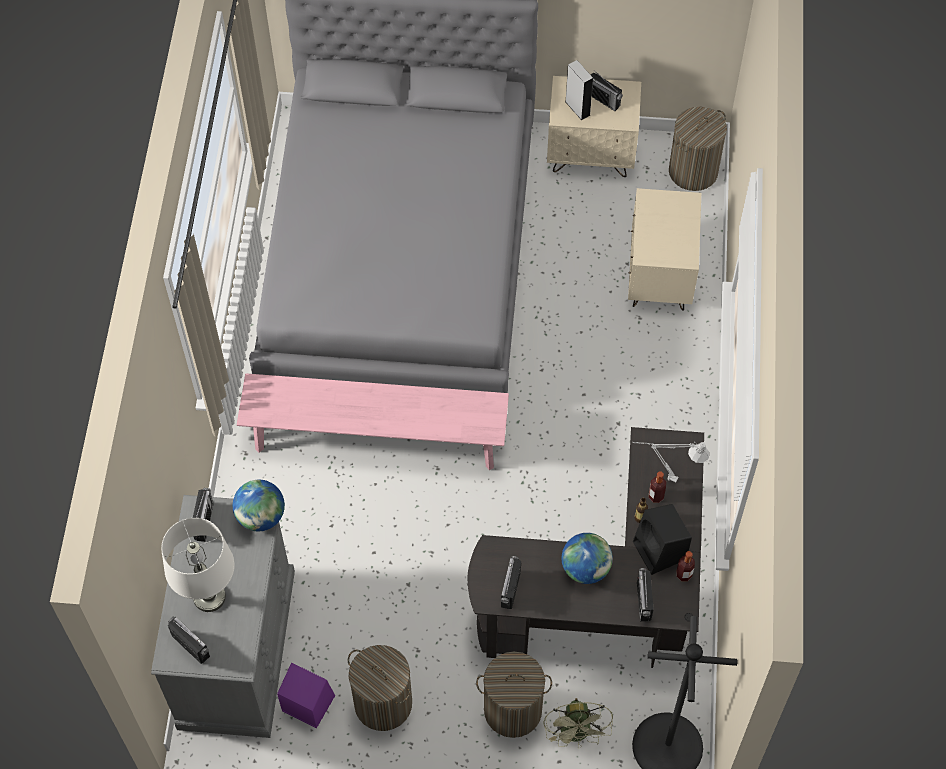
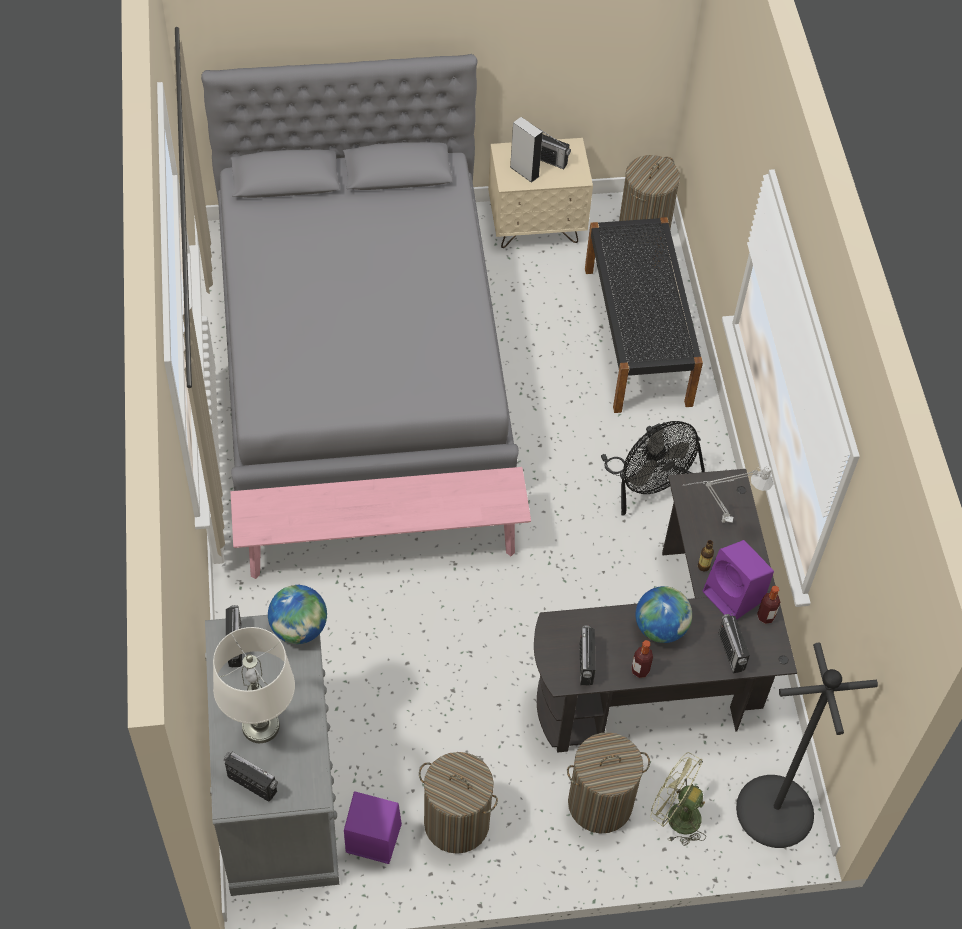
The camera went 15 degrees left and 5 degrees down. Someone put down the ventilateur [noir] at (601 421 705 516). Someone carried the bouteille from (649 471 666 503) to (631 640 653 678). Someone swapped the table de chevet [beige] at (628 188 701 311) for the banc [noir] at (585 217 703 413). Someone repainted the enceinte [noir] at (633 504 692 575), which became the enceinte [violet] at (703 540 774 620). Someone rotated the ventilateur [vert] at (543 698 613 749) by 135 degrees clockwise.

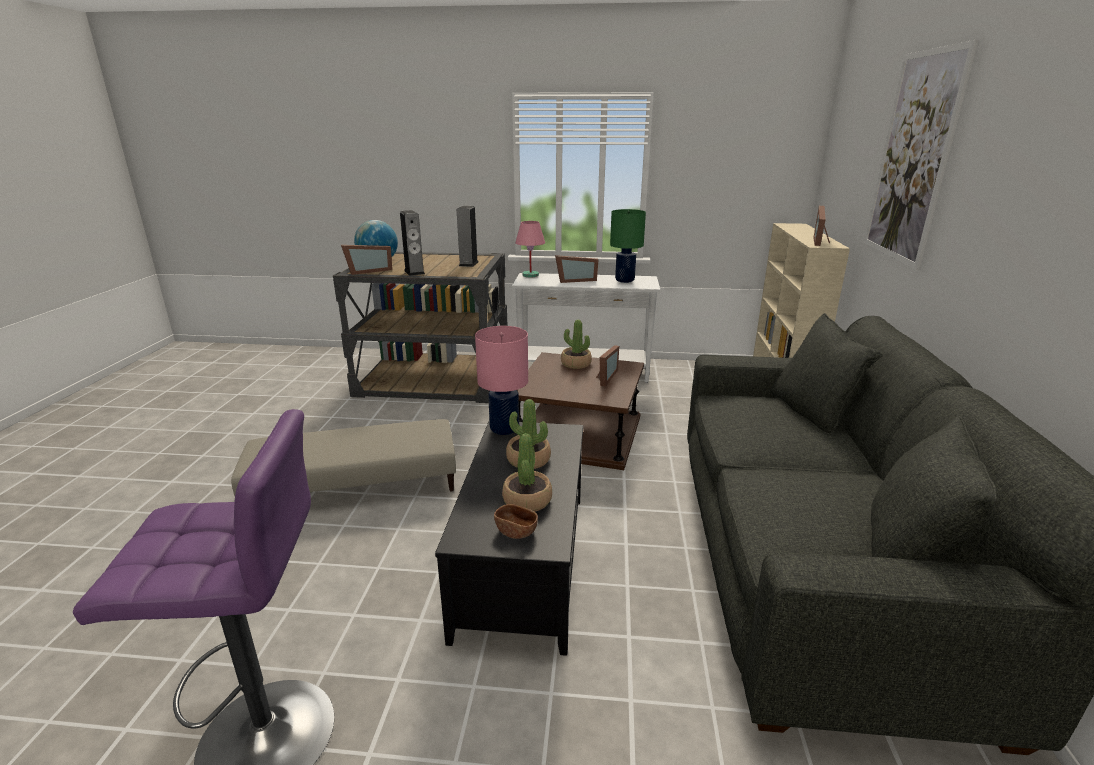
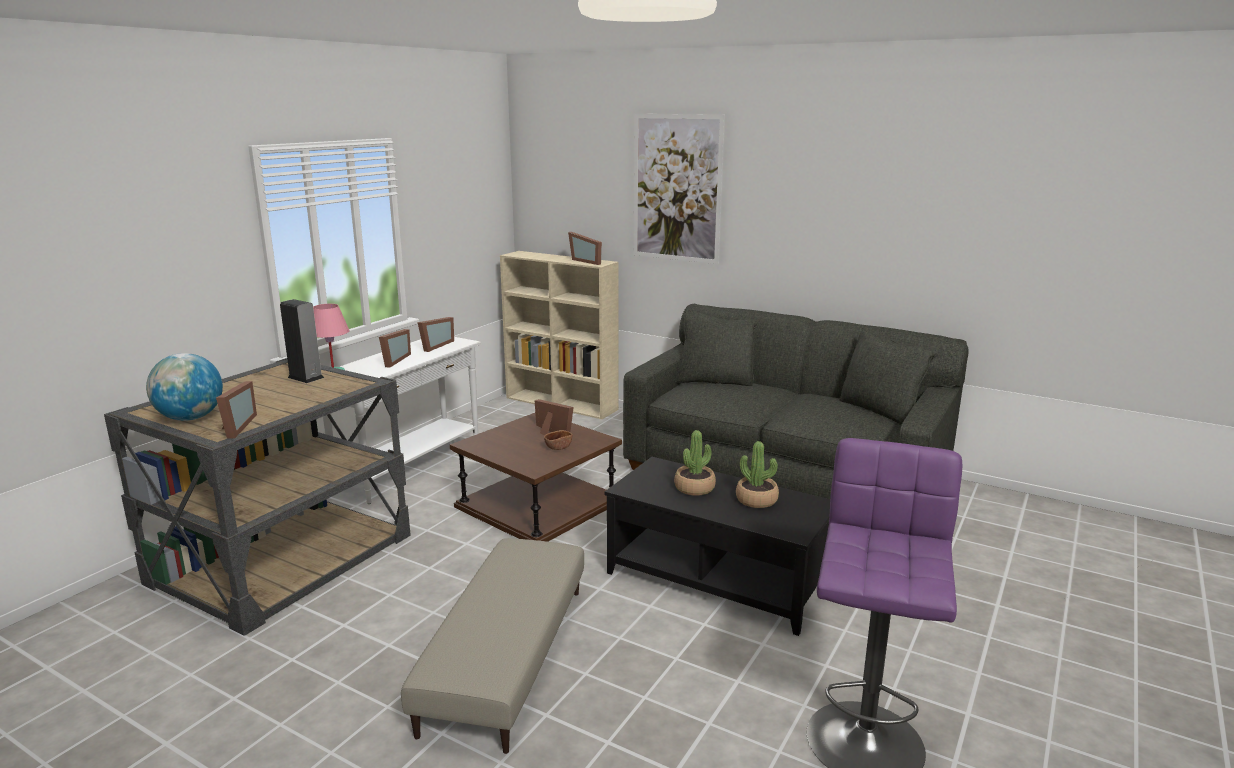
The camera went 65 degrees left and 5 degrees down. Someone took away the enceinte at (400 210 425 276). Someone took away the lampe de table [rose] at (475 326 528 435). Someone took away the plante en pot at (561 320 592 369). Someone carried the bol [marron] from (494 504 538 539) to (544 430 573 450). Someone swapped the lampe de table [vert] at (610 209 646 283) for the cadre photo at (418 317 454 352).

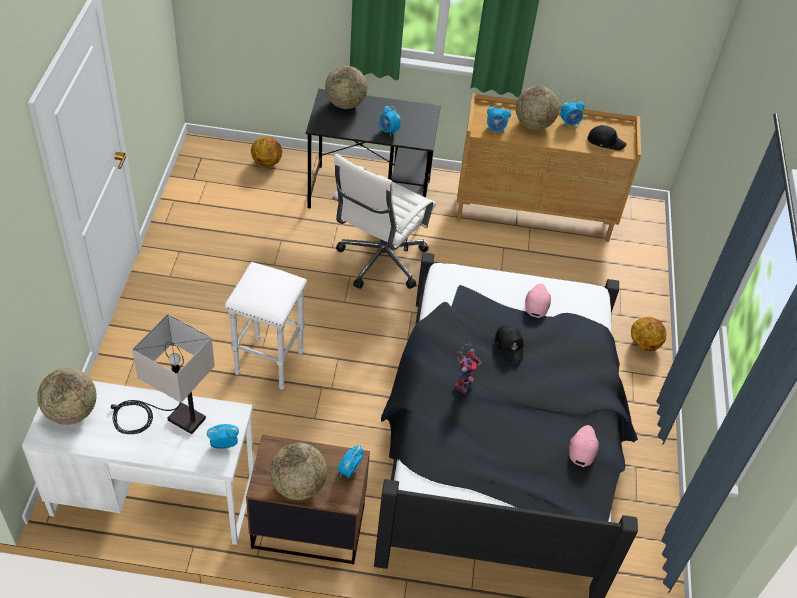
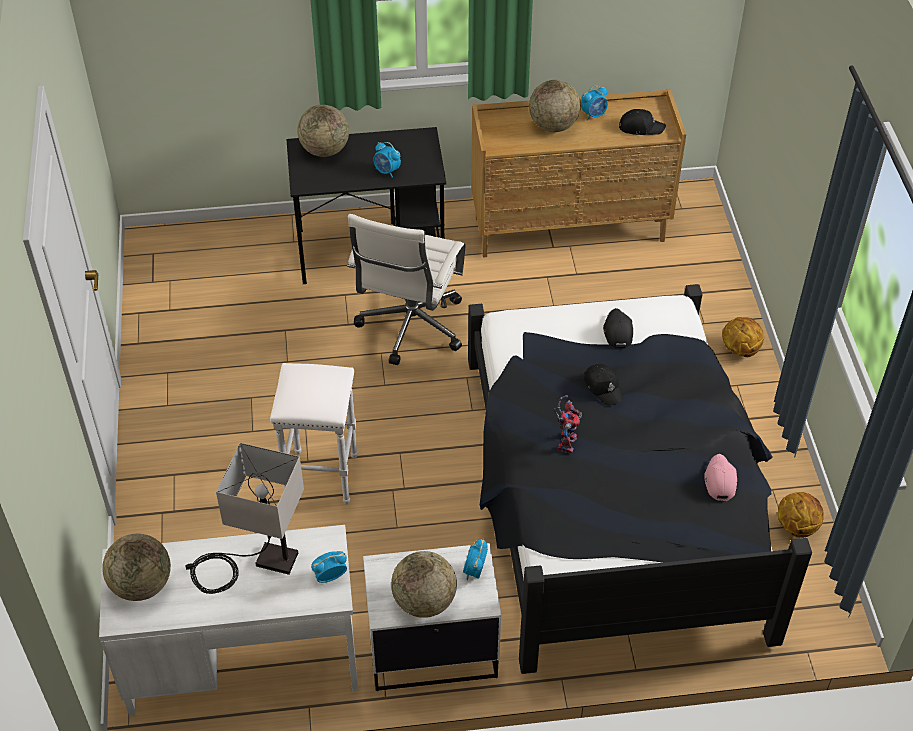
The camera went 10 degrees left and 0 degrees up. Someone took away the réveil at (487 104 511 133). Someone carried the ballon de basket from (251 136 282 167) to (778 492 824 538). Someone repainted the table de chevet [marron] at (246 435 370 564), which became the table de chevet [blanc] at (363 543 501 691). Someone repainted the casquette [rose] at (525 283 551 318), which became the casquette [noir] at (603 308 633 348).

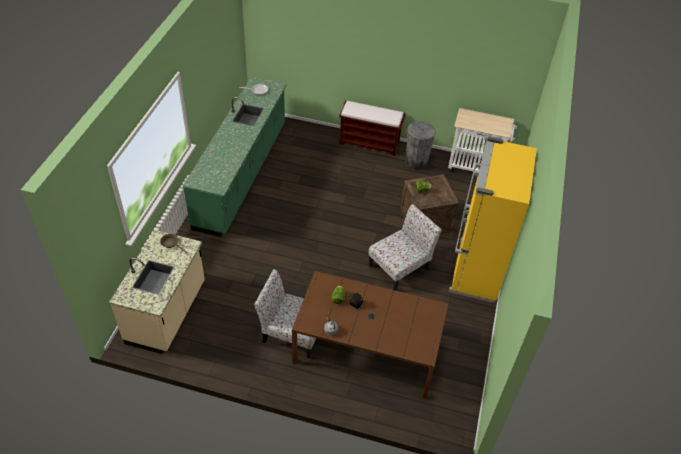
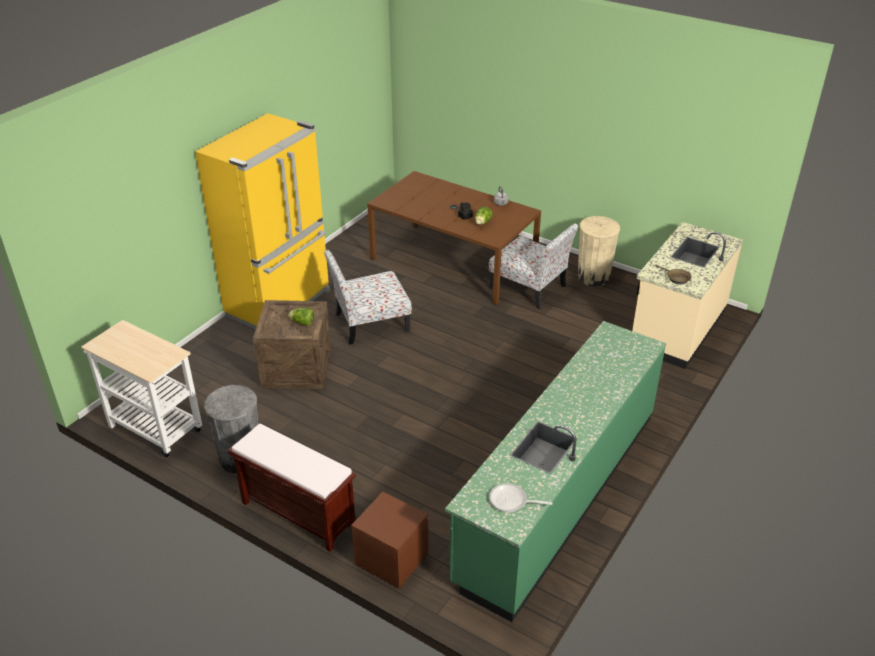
The camera went 160 degrees left and 10 degrees down. Someone put down the table de chevet [marron] at (351 492 428 588). Someone put down the poubelle [beige] at (577 216 620 287).

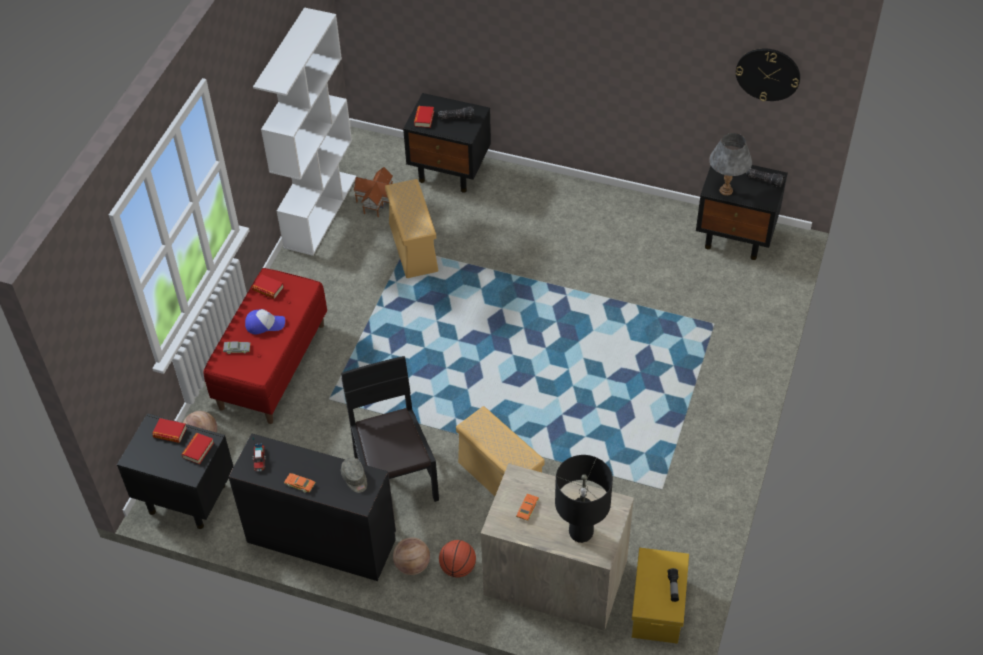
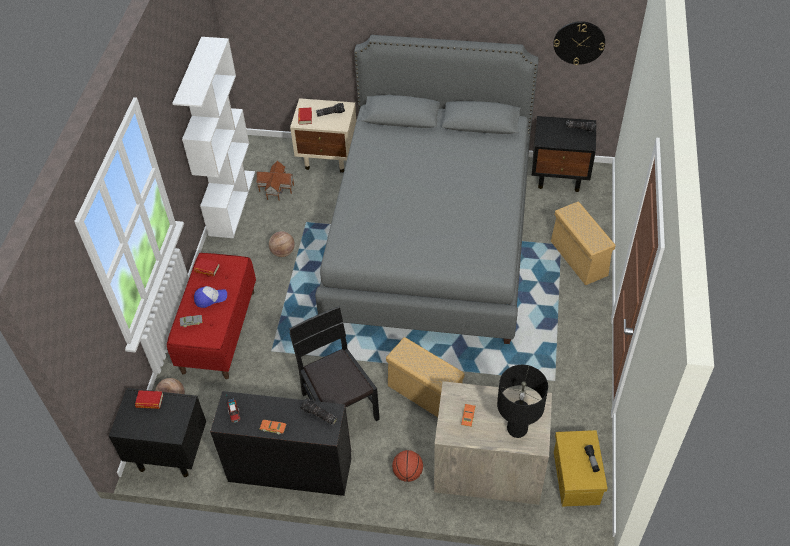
The camera went 10 degrees left and 0 degrees up. Someone took away the livre at (181 433 214 465). Someone took away the lampe de table [gris] at (709 133 752 196). Someone put down the lit [gris] at (315 35 539 344). Someone carried the boîte de rangement [beige] from (385 179 439 278) to (551 202 616 285). Someone carried the ballon de basket from (393 537 430 575) to (269 231 295 257). Someone swapped the casquette [gris] at (341 458 367 493) for the lampe de poche at (301 398 337 425). Someone repainted the table de chevet [noir] at (403 93 491 193), which became the table de chevet [beige] at (290 98 356 173).

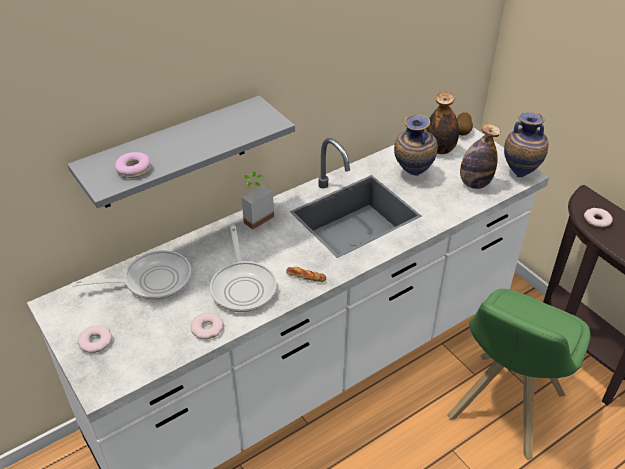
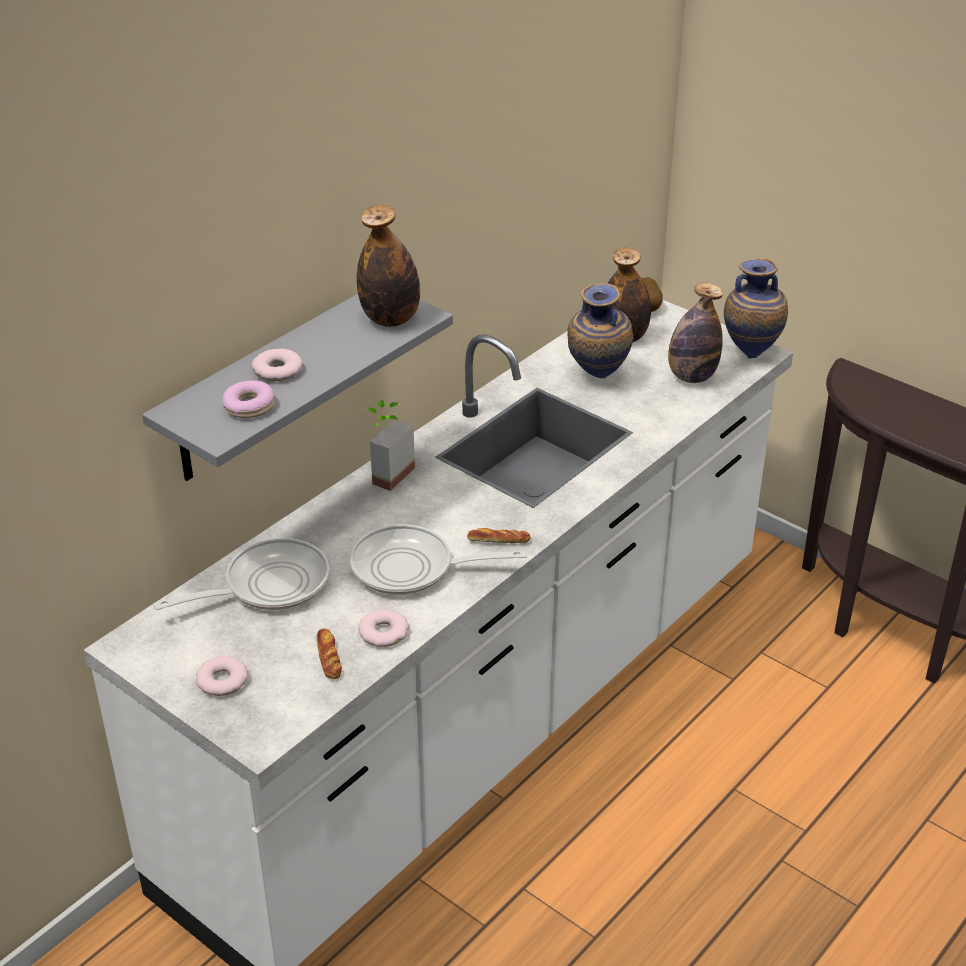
The camera went 15 degrees left and 5 degrees down. Someone took away the chaise [vert] at (448 289 591 460). Someone put down the pain at (316 628 342 679). Someone put down the bouteille at (357 205 420 327). Someone carried the beignet from (584 208 613 228) to (252 349 303 381). Someone rotated the poêle at (210 225 277 312) by 120 degrees clockwise.

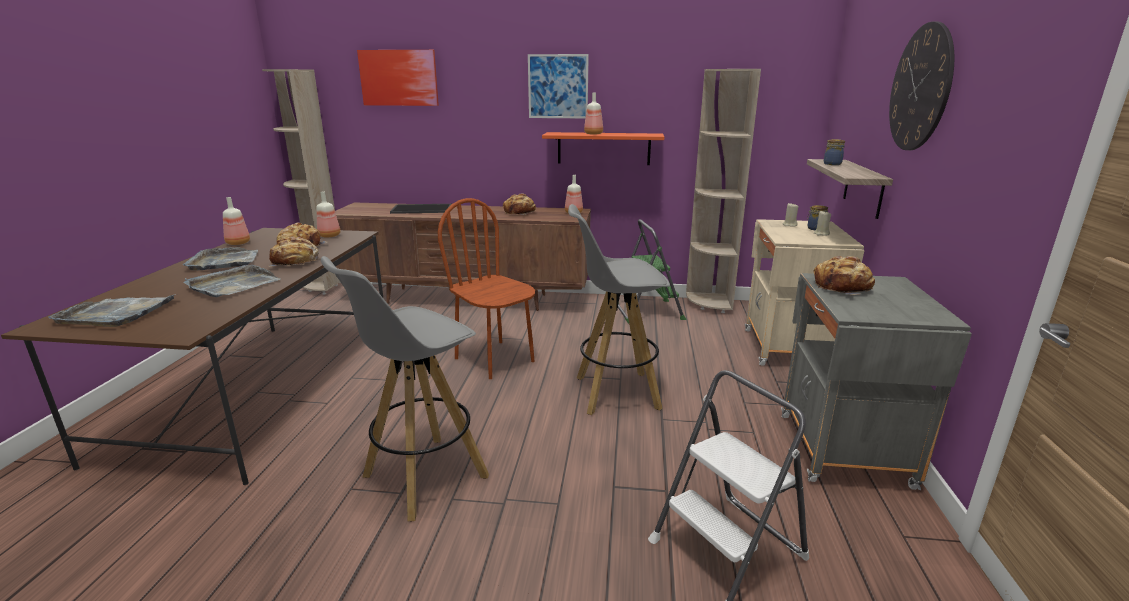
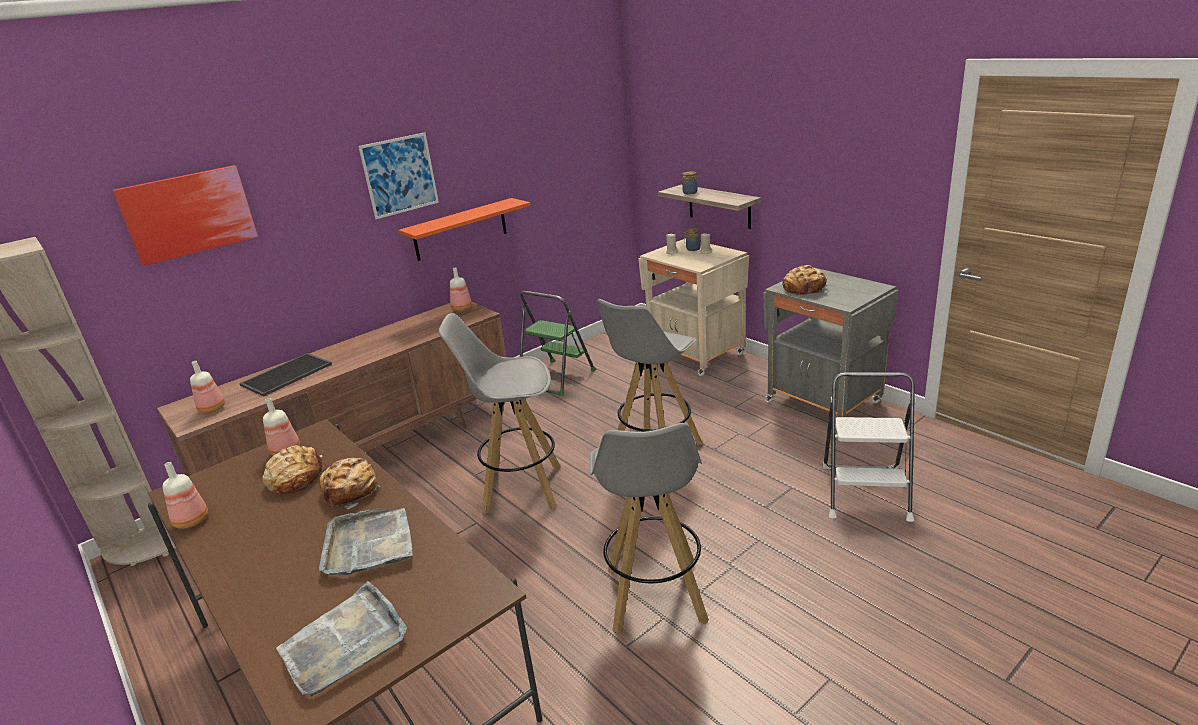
The camera went 45 degrees left and 5 degrees up. Someone took away the plateau [gris] at (183 247 258 270). Someone took away the pain at (503 193 536 215). Someone took away the bibliothèque [beige] at (686 69 761 313). Someone took away the horloge murale at (889 22 954 150). Someone carried the bouteille from (584 92 603 135) to (190 361 225 413). Someone swapped the chaise [marron] at (438 198 535 379) for the tabouret [gris] at (438 313 561 515).

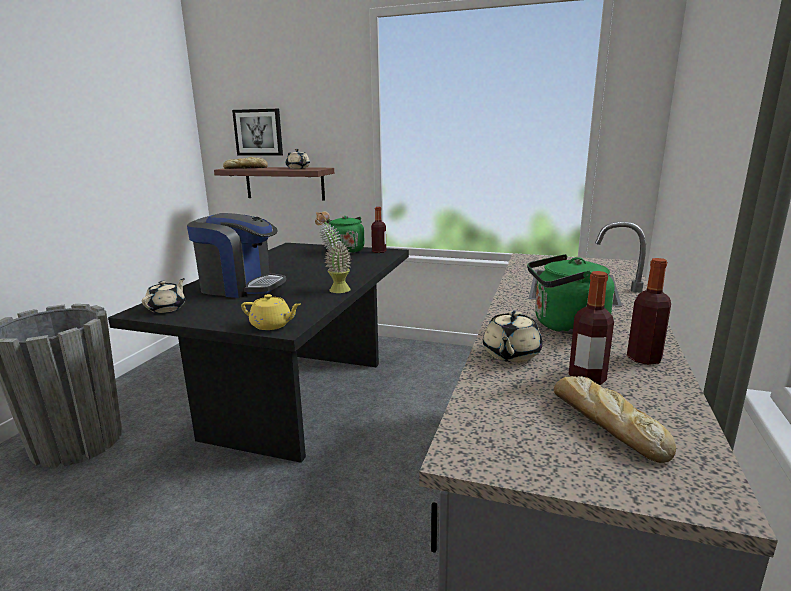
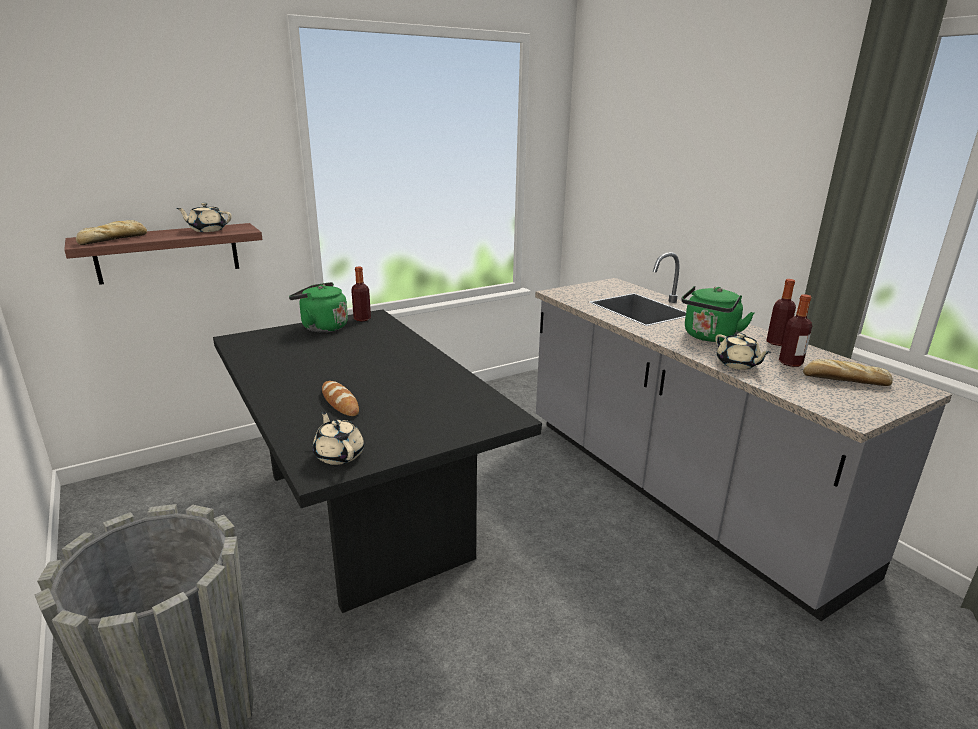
The camera went 50 degrees left and 5 degrees up. Someone took away the tableau at (232 109 283 156). Someone took away the théière [jaune] at (241 294 301 330). Someone took away the plante en pot at (315 211 352 293). Someone swapped the machine à café at (187 213 286 298) for the pain at (322 381 359 416).

